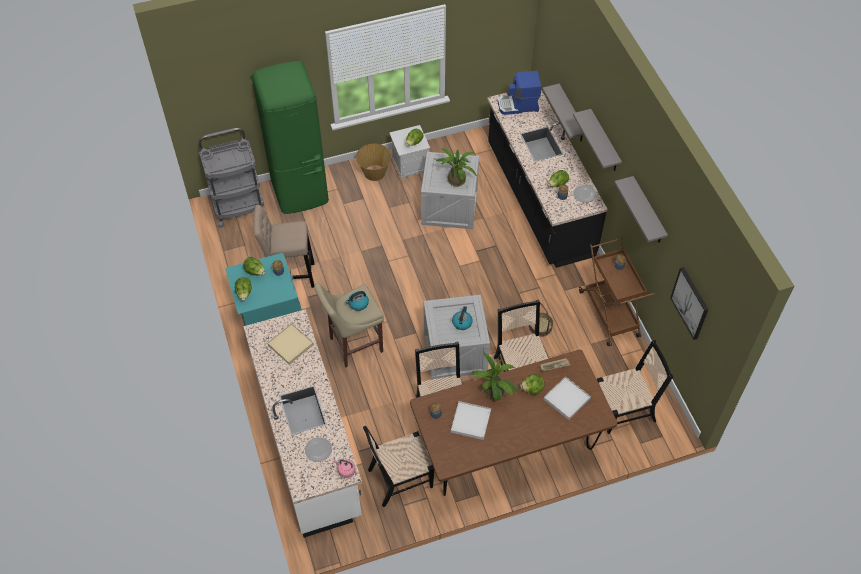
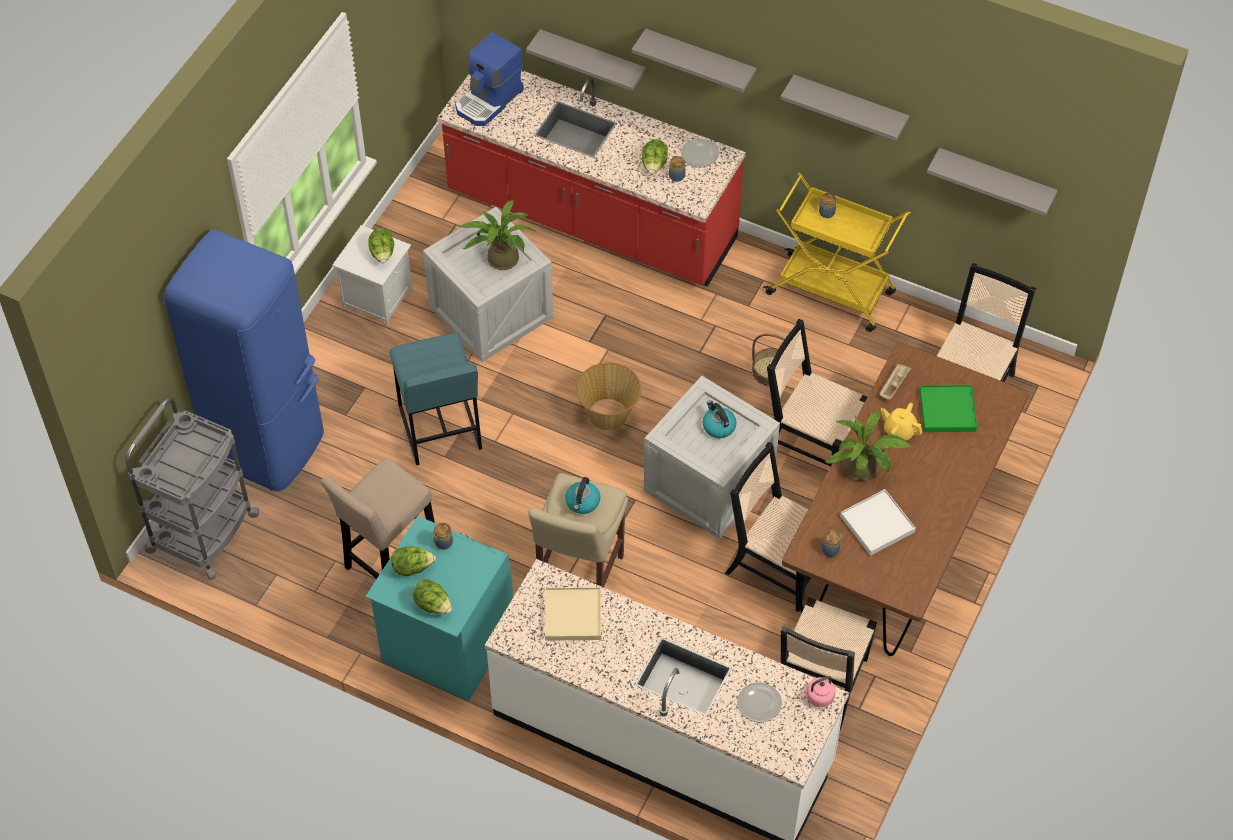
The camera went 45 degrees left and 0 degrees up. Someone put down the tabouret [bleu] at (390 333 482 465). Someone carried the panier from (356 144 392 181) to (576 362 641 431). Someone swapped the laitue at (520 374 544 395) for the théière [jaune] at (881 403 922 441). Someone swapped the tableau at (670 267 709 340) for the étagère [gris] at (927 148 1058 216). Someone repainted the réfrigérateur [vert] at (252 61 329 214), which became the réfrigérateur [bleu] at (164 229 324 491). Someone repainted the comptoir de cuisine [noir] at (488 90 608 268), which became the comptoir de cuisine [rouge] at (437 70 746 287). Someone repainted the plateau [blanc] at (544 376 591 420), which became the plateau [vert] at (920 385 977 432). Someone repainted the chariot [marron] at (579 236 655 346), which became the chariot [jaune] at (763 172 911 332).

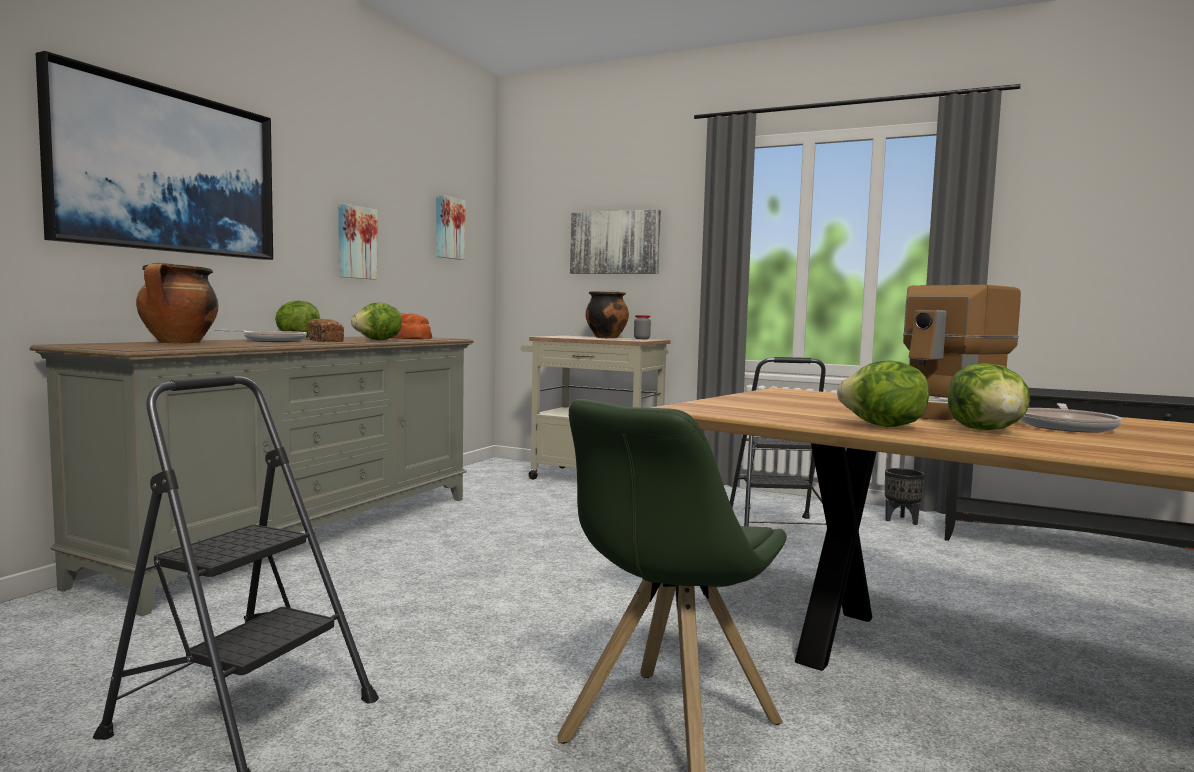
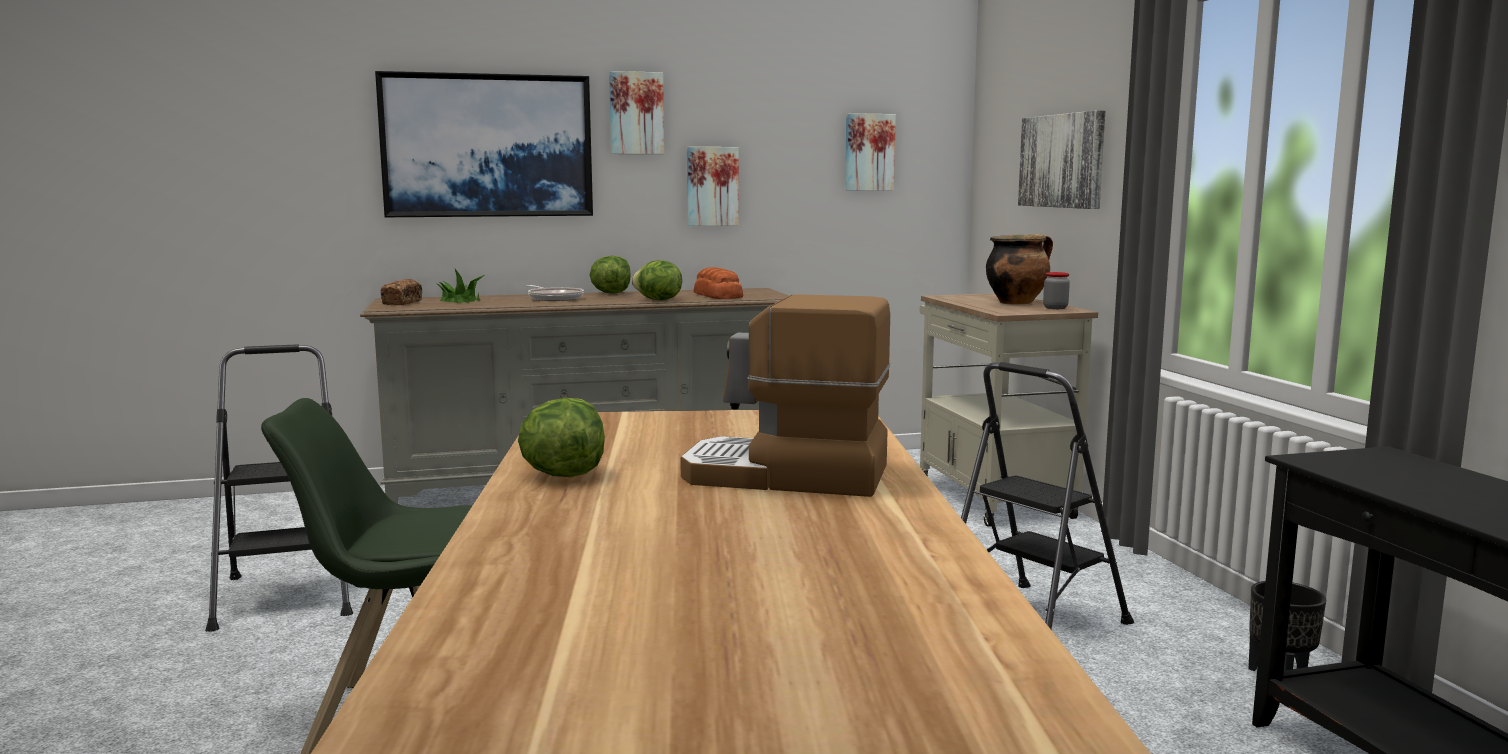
The camera went 50 degrees right and 5 degrees up. Someone took away the laitue at (948 363 1030 430). Someone took away the poêle at (1020 403 1122 433). Someone put up the tableau at (609 71 664 154). Someone carried the pain from (308 319 344 342) to (381 279 422 305). Someone swapped the marmite at (136 263 218 344) for the plante en pot at (437 269 484 303).

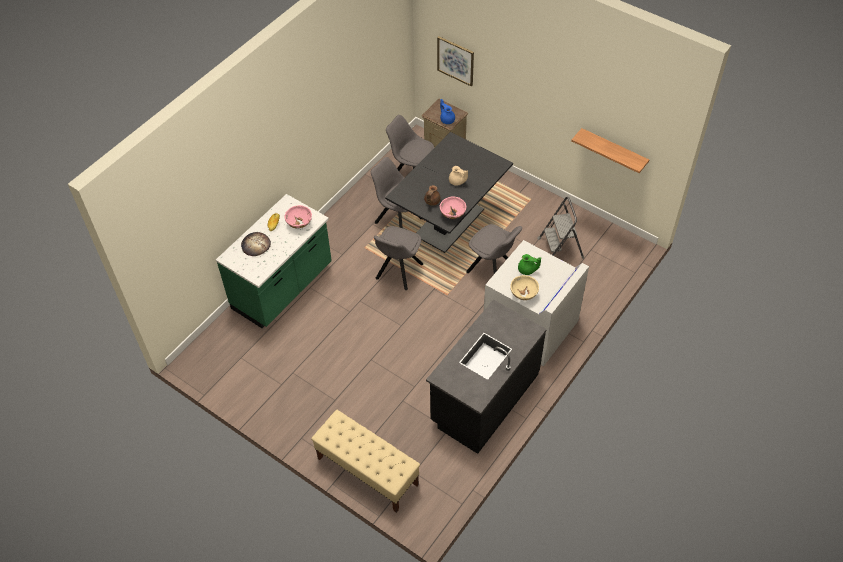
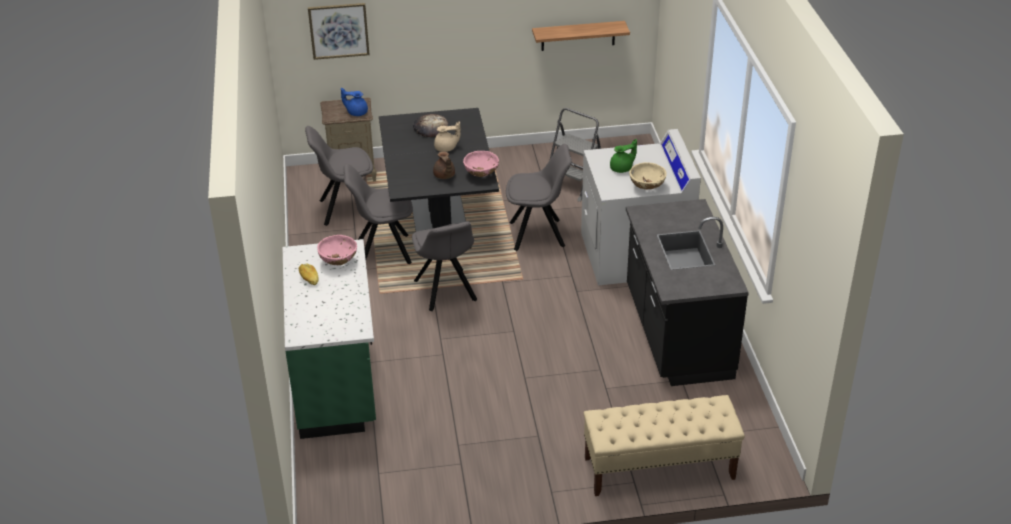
The camera went 45 degrees left and 15 degrees down. Someone carried the pain from (241 232 271 256) to (413 114 448 137).

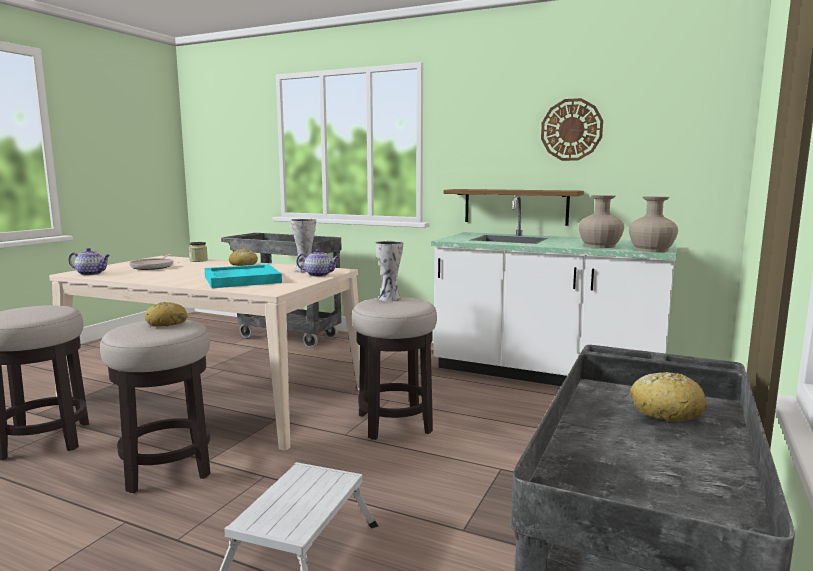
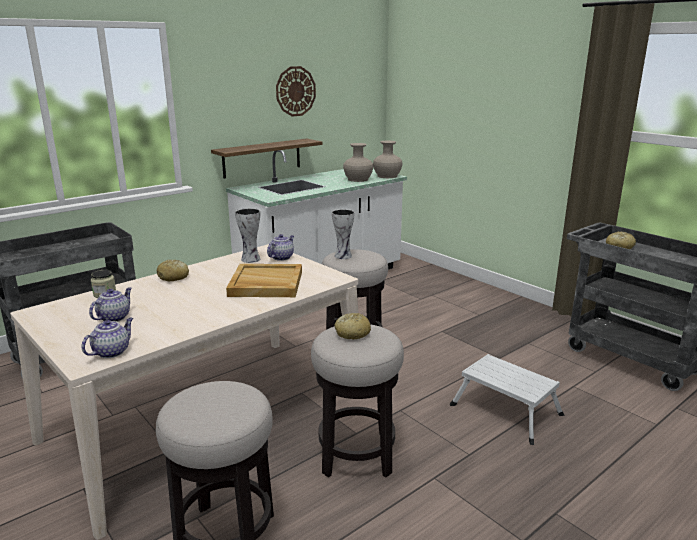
The camera went 65 degrees left and 10 degrees up. Someone swapped the poêle at (129 254 174 270) for the théière at (89 287 132 322). Someone repainted the plateau [turquoise] at (204 264 282 288), which became the plateau [beige] at (226 264 302 297).

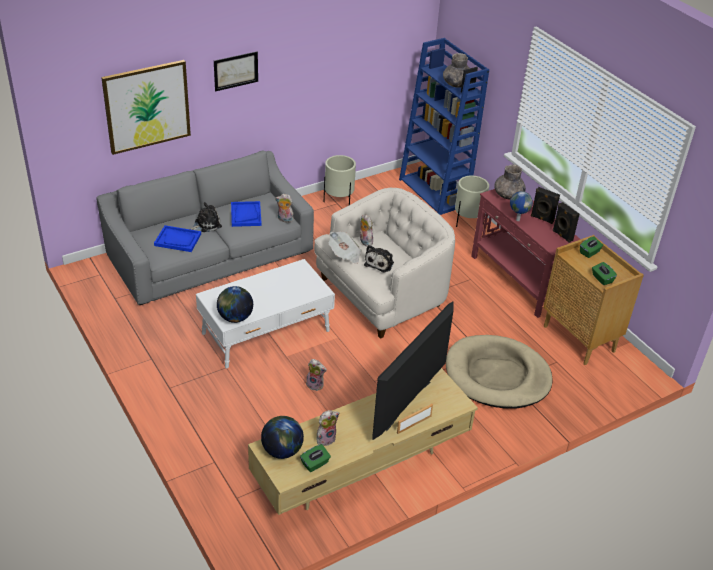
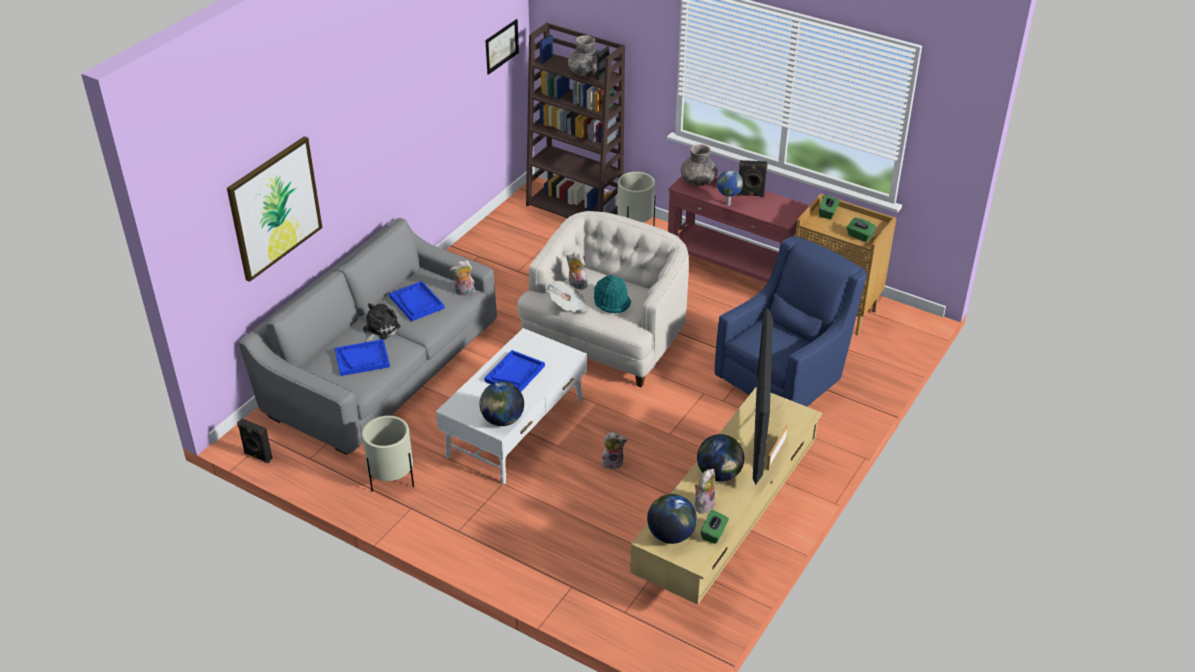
The camera went 25 degrees left and 0 degrees up. Someone put down the plateau [bleu] at (484 350 545 392). Someone put down the globe at (697 434 744 482). Someone carried the tableau from (214 51 258 91) to (485 19 519 75). Someone carried the cache-pot [beige] from (324 155 356 205) to (362 416 414 492). Someone carried the enceinte [noir] from (553 202 580 243) to (237 418 273 463). Someone swapped the peluche at (364 245 394 272) for the chapeau [turquoise] at (594 275 631 314). Someone swapped the panier pour chien [beige] at (446 335 553 409) for the fauteuil [bleu] at (715 236 867 407). Someone repainted the bibliothèque [bleu] at (399 38 489 215), which became the bibliothèque [marron] at (526 23 625 218).

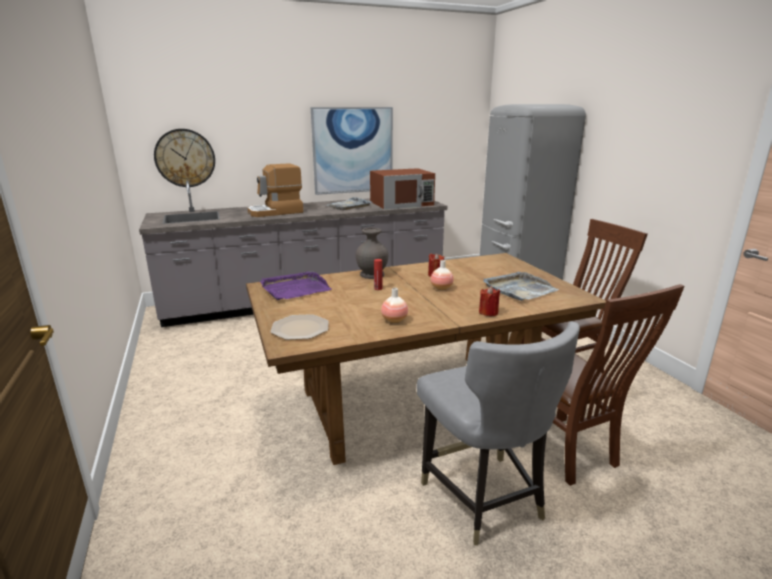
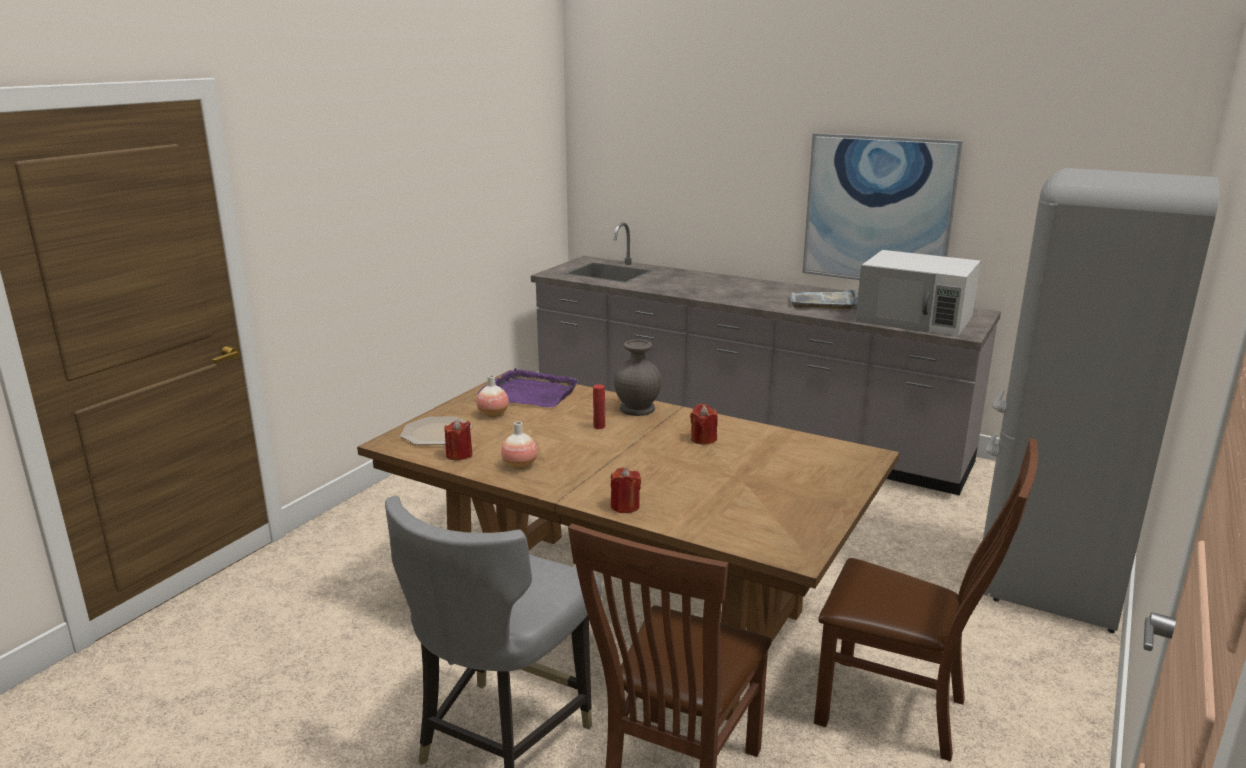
The camera went 50 degrees right and 0 degrees up. Someone took away the horloge murale at (154 129 215 187). Someone took away the machine à café at (248 164 303 217). Someone took away the plateau [gris] at (483 272 559 301). Someone put down the bougie [rouge] at (444 419 473 460). Someone carried the vase from (431 260 454 290) to (476 375 509 417). Someone repainted the micro-ondes [marron] at (370 168 435 210), which became the micro-ondes [blanc] at (856 250 981 336).

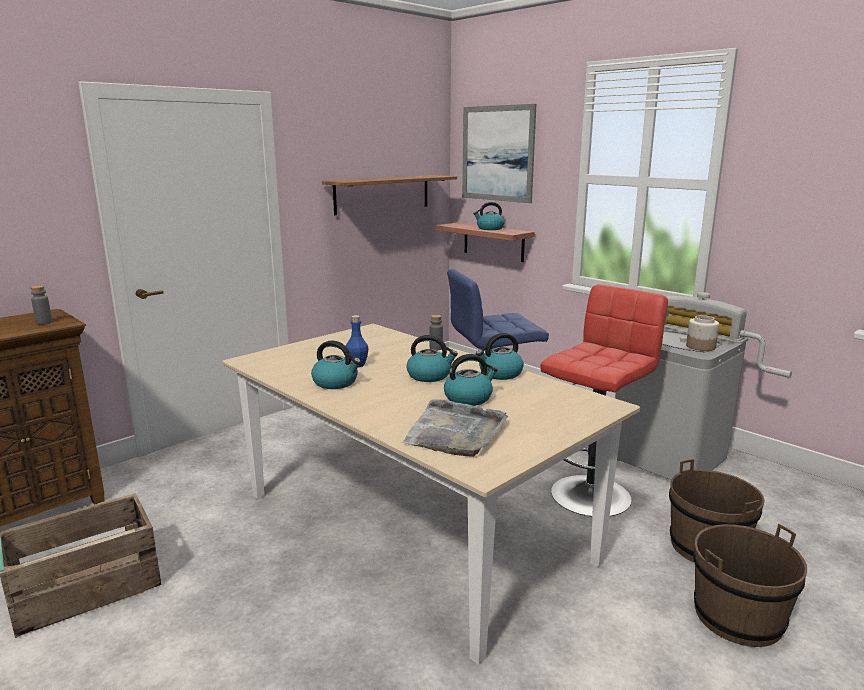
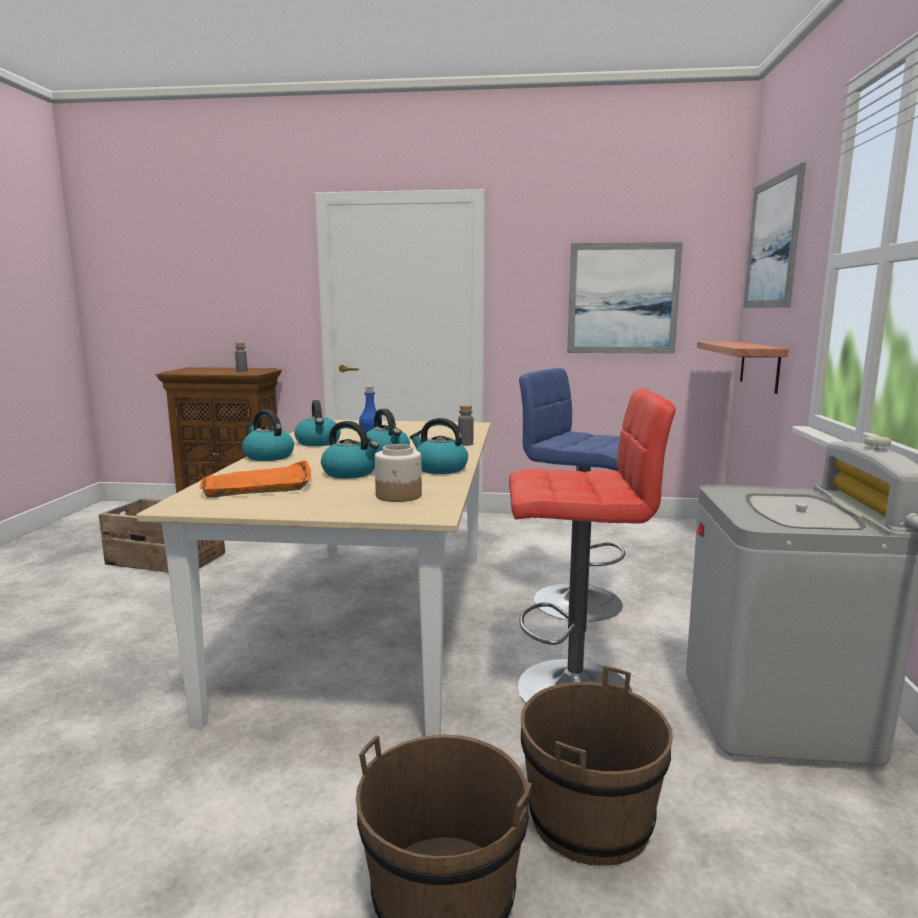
The camera went 50 degrees right and 5 degrees down. Someone carried the bouilloire from (473 202 505 230) to (242 410 294 461). Someone carried the bocal from (686 315 719 351) to (375 444 422 502). Someone swapped the étagère at (322 175 457 215) for the tableau at (567 242 683 354). Someone repainted the plateau [gris] at (402 399 508 457), which became the plateau [orange] at (200 460 311 497).

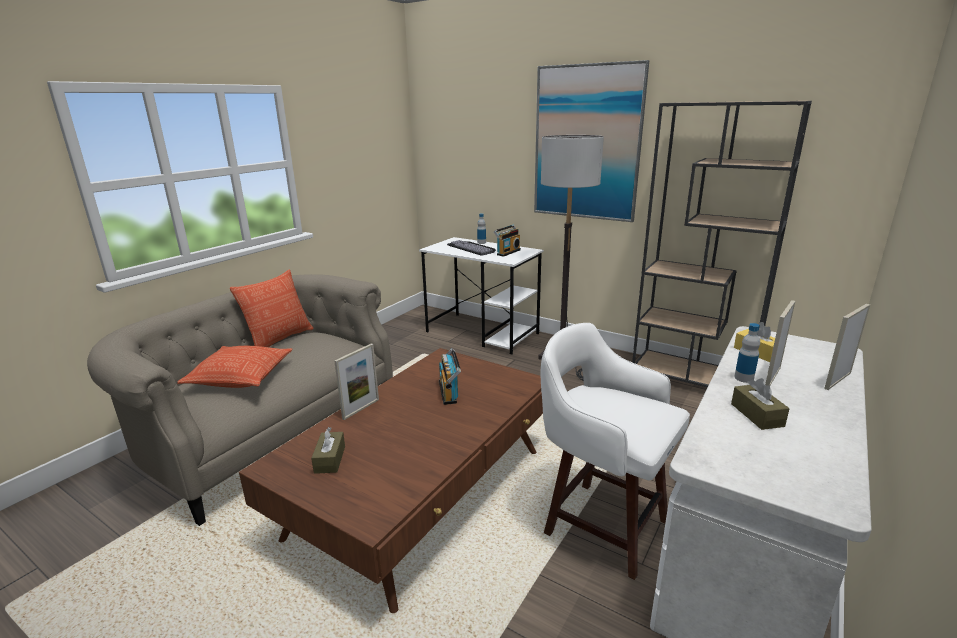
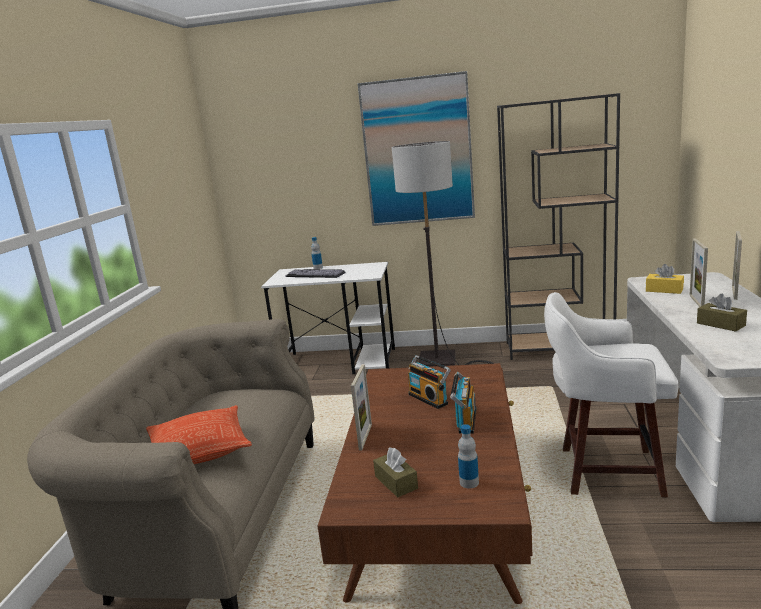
The camera went 25 degrees left and 5 degrees down. Someone took away the coussin [orange] at (230 270 313 347). Someone carried the radio from (494 225 521 257) to (450 372 476 434). Someone carried the bouteille from (734 323 760 383) to (458 424 479 489).

